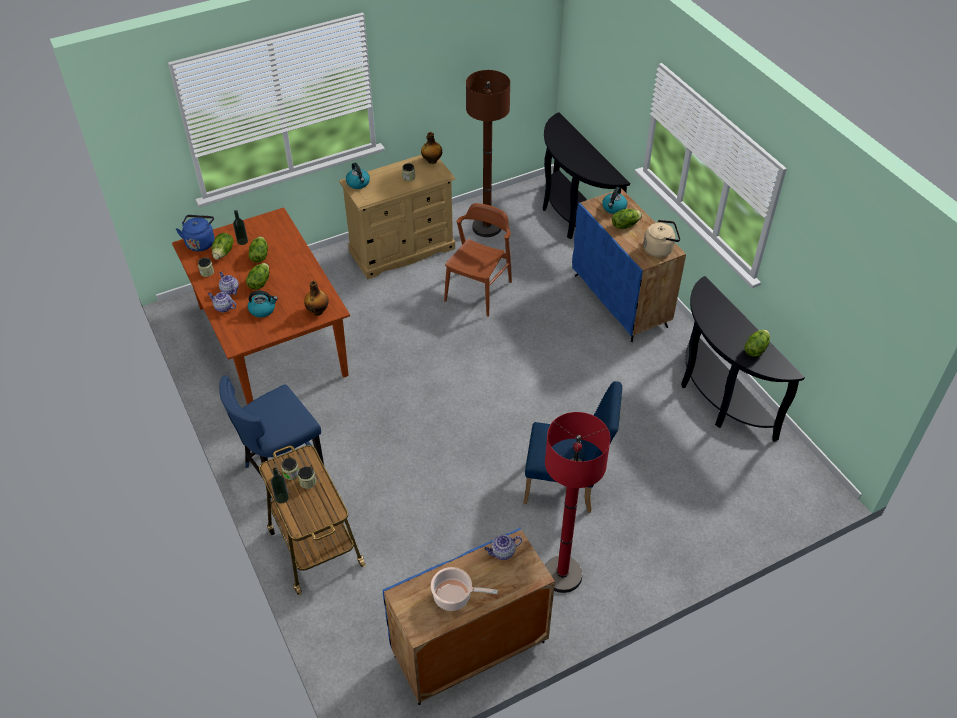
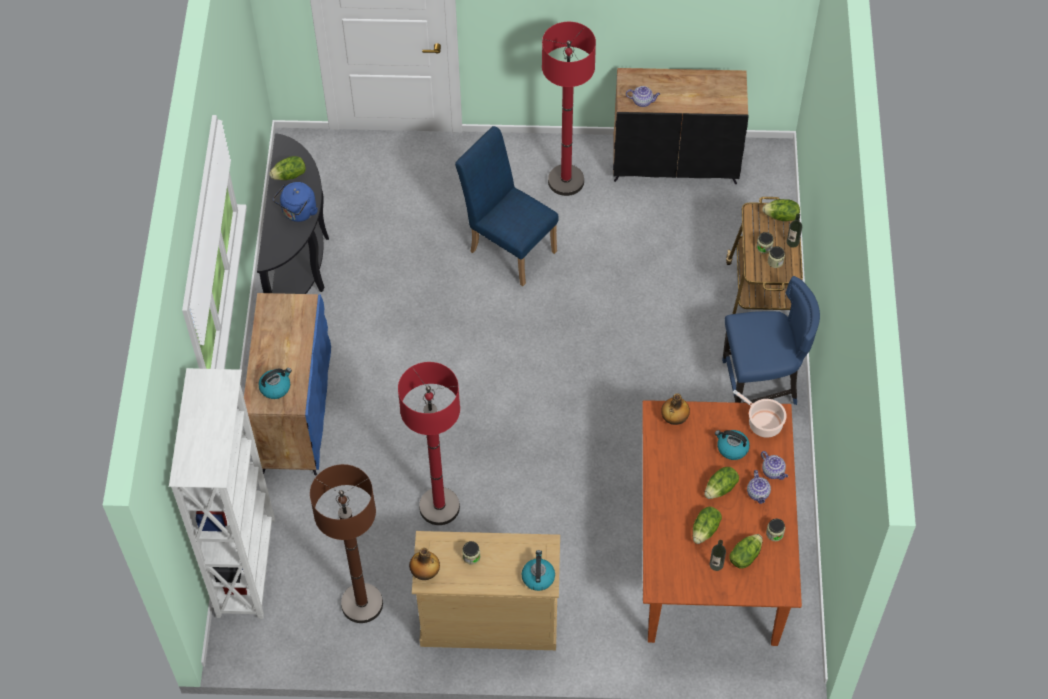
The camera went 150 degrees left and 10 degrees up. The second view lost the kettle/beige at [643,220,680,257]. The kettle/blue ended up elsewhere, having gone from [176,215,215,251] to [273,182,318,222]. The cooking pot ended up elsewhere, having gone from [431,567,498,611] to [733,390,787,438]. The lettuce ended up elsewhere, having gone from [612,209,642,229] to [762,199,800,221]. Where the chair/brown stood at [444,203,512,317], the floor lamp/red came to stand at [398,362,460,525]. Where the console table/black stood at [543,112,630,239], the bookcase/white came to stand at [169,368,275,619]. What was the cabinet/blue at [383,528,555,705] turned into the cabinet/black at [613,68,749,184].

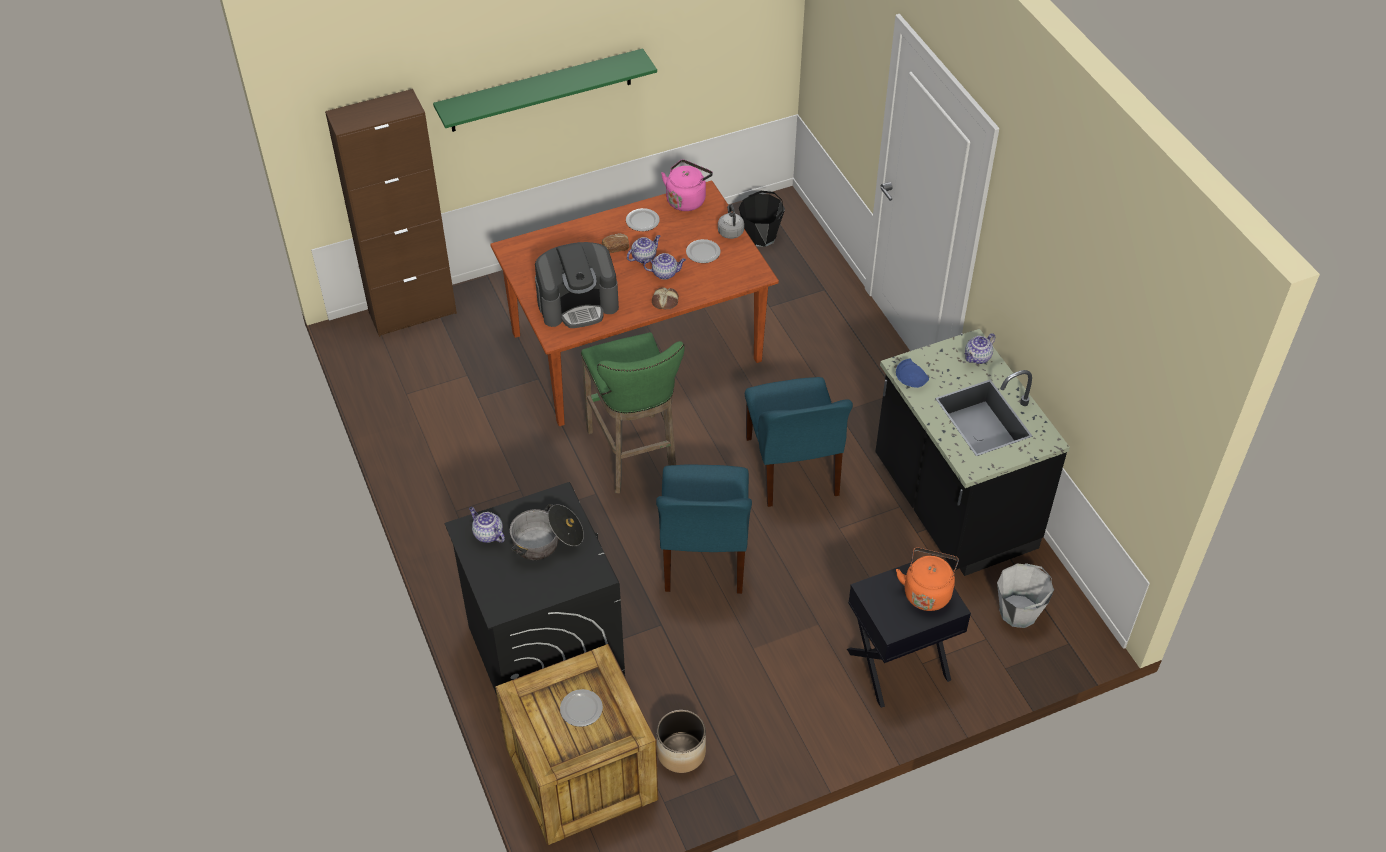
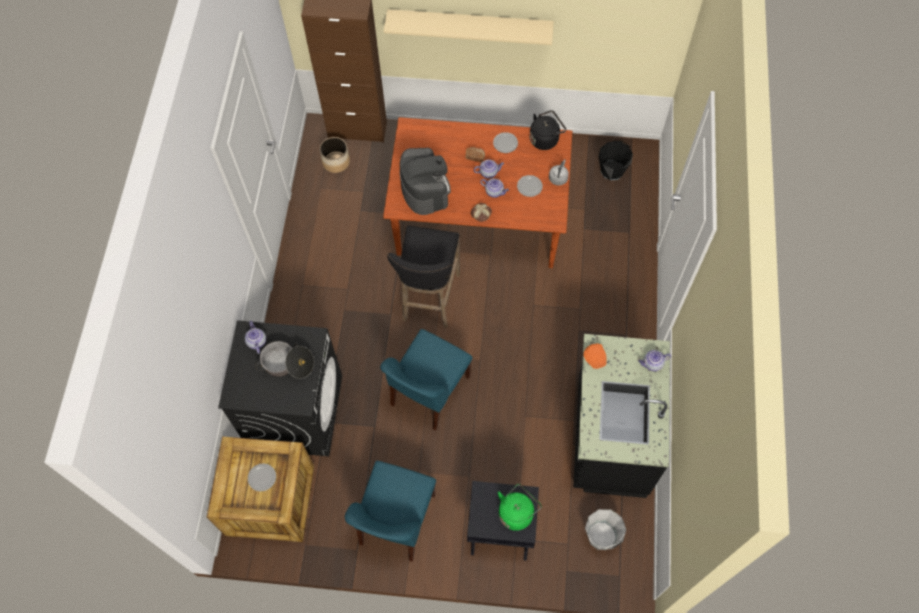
The camera went 30 degrees right and 15 degrees up. The planter ended up elsewhere, having gone from [657,710,706,773] to [319,137,350,173]. The chair/blue ended up elsewhere, having gone from [745,377,853,507] to [345,461,436,562]. What was the shelf/green at [433,48,657,132] turned into the shelf/beige at [383,9,554,45]. What was the stool/green at [581,332,685,494] turned into the stool/black at [387,225,460,328]. What was the kettle/pink at [661,160,713,211] turned into the kettle/black at [530,110,566,150]. What was the plate/blue at [896,359,929,388] turned into the plate/orange at [583,344,607,369]. What was the kettle/orange at [896,547,959,611] turned into the kettle/green at [498,484,542,531]. The coffee machine at [535,242,619,328] ended up facing another way, 120 degrees counterclockwise from before.

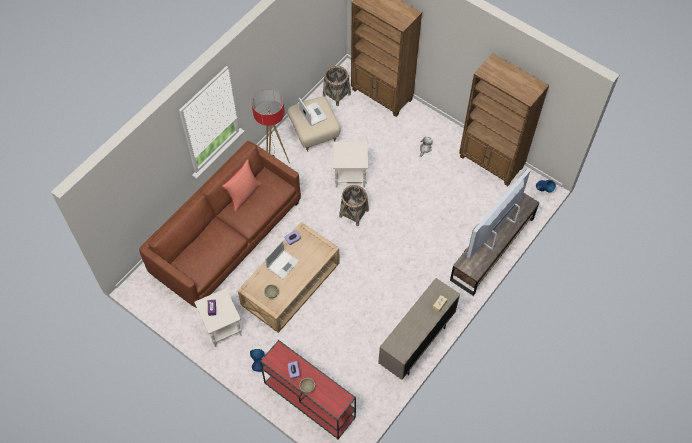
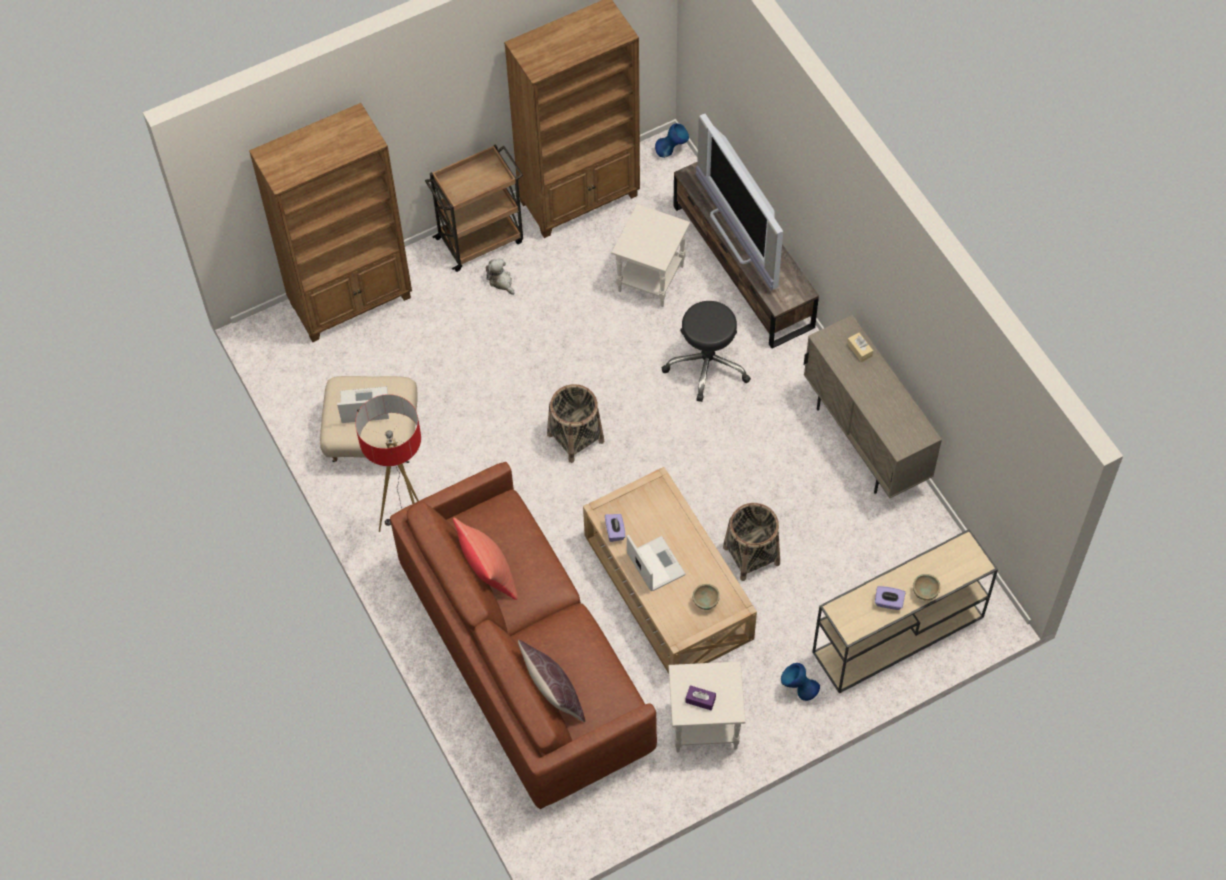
The camera went 65 degrees left and 0 degrees up. The second view gained the cart/brown at [425,144,523,272]. The second view gained the pillow/brown at [518,640,585,722]. The second view gained the stool/black at [662,301,751,402]. The basket ended up elsewhere, having gone from [323,66,351,106] to [723,503,780,581]. The side table/white ended up elsewhere, having gone from [333,142,368,187] to [611,204,690,307]. What was the console table/red at [260,340,356,439] turned into the console table/beige at [812,529,998,693].

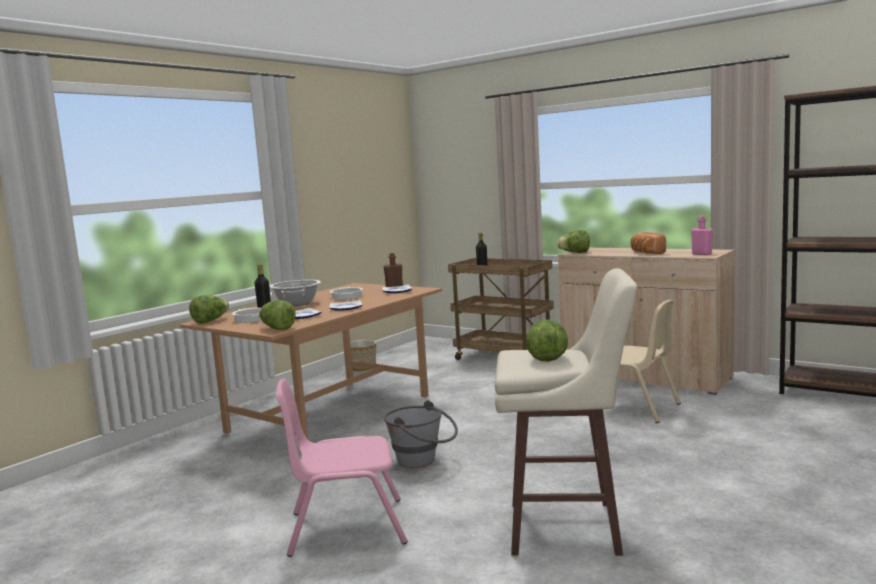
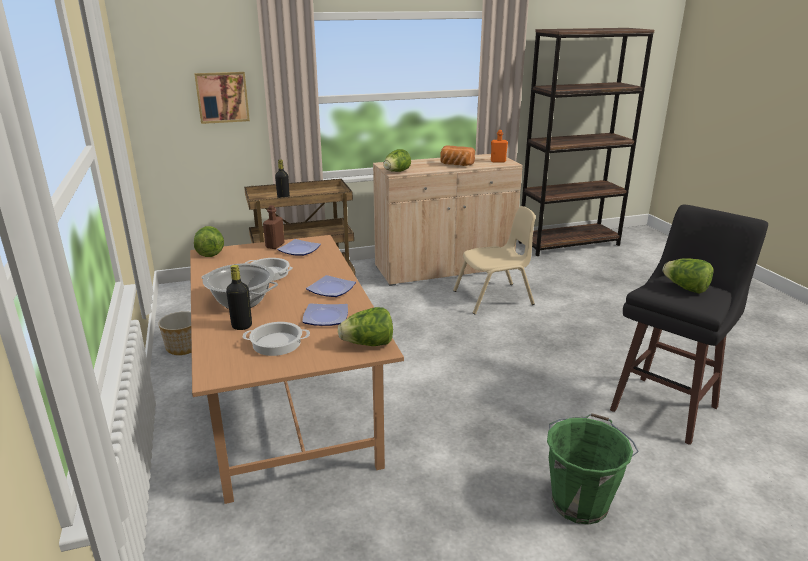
The camera went 55 degrees left and 15 degrees up. The second view lost the bucket/grey at [384,400,458,468]. The second view gained the picture at [194,72,250,124]. The lettuce ended up elsewhere, having gone from [189,295,229,324] to [194,226,224,257]. Where the chair/pink stood at [276,379,408,557], the bucket/green came to stand at [547,413,639,525]. What was the stool/beige at [495,268,637,556] turned into the stool/black at [610,205,768,445]. What was the bottle/pink at [691,216,713,255] turned into the bottle/orange at [491,130,508,162].

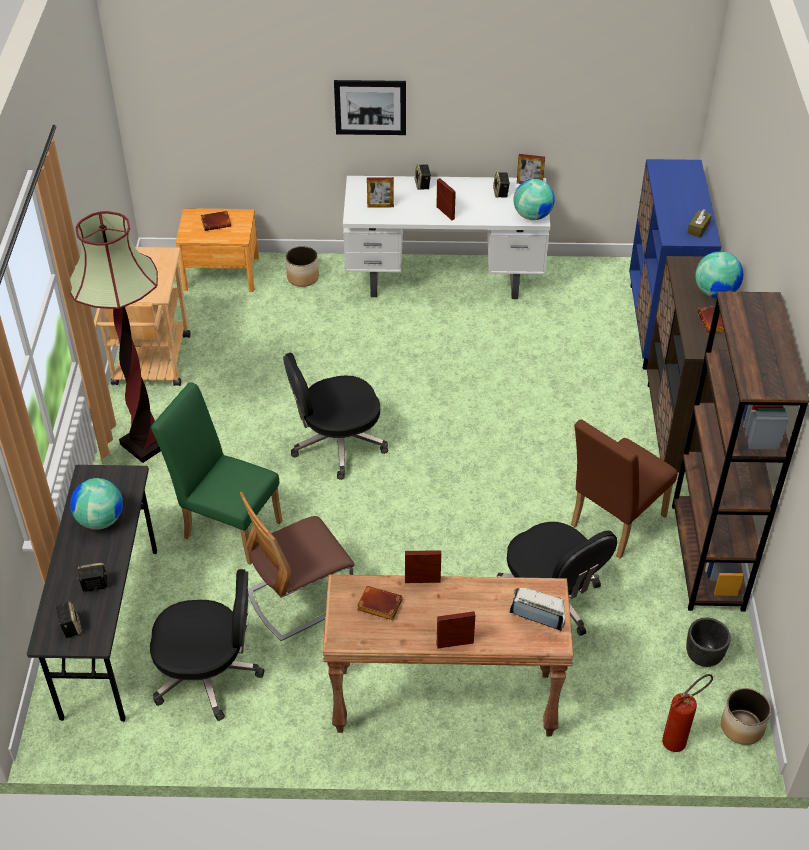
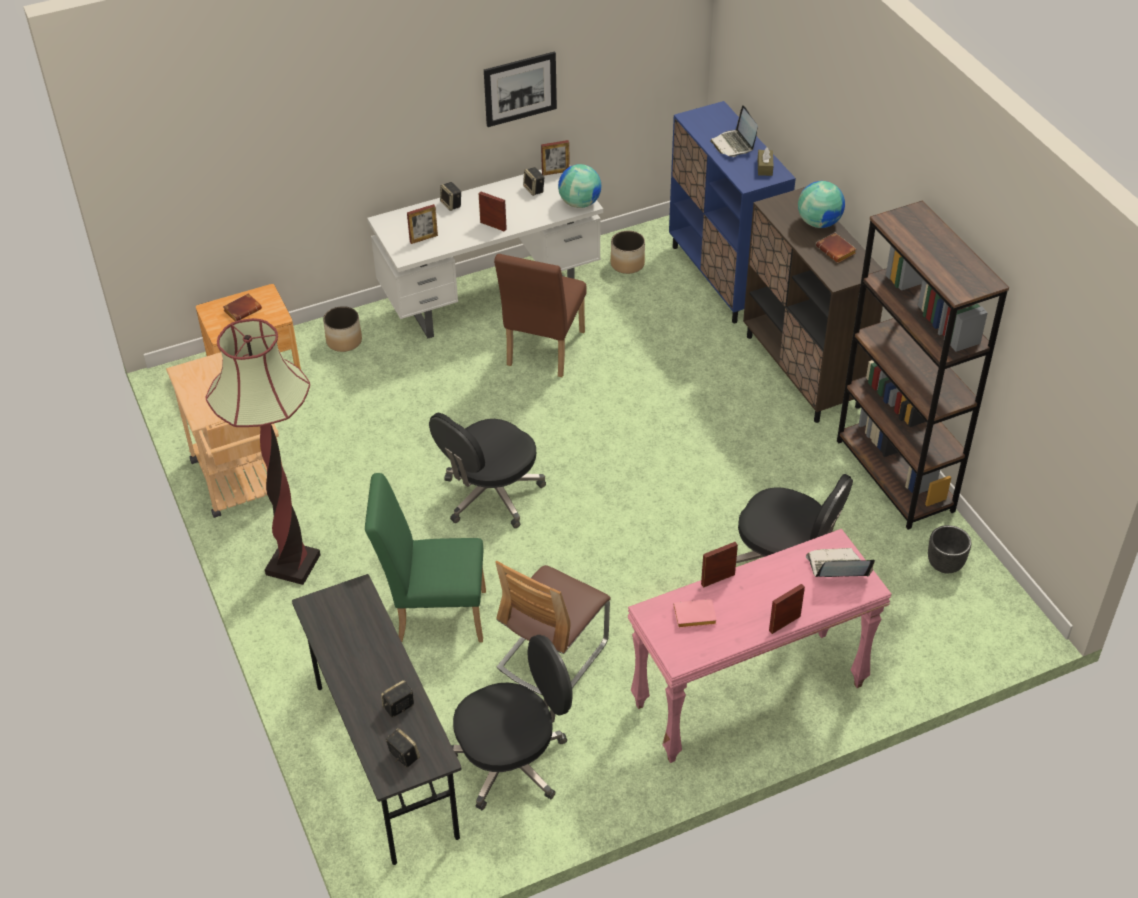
The camera went 25 degrees left and 0 degrees up. The second view lost the globe at [70,478,123,530]. The second view lost the fire extinguisher at [662,674,713,752]. The second view gained the laptop at [710,105,758,157]. The picture ended up elsewhere, having gone from [334,80,406,135] to [484,51,557,127]. The chair/brown ended up elsewhere, having gone from [571,419,677,558] to [494,254,587,377]. The planter ended up elsewhere, having gone from [721,688,771,745] to [611,231,645,274]. What was the console table/brown at [323,575,574,736] turned into the console table/pink at [628,529,892,763]. What was the book/brown at [357,586,402,620] turned into the book/pink at [674,599,717,628].

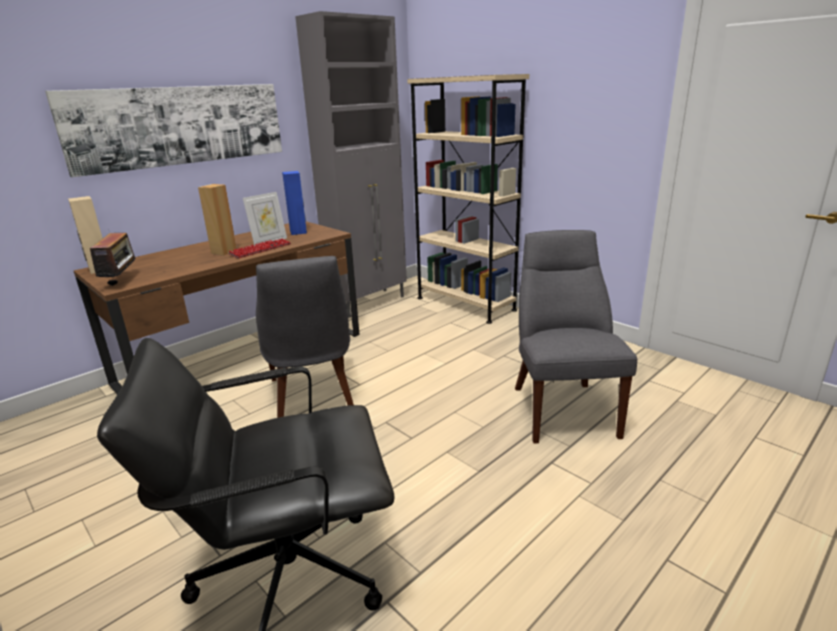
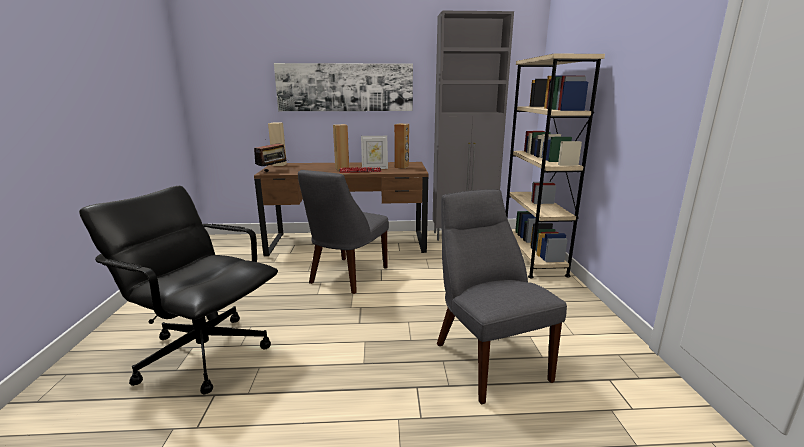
The camera went 40 degrees right and 5 degrees down. What was the speaker/blue at [282,171,307,235] turned into the speaker/brown at [394,124,409,169]. The chair/grey at [515,230,637,444] ended up facing another way, 60 degrees counterclockwise from before.

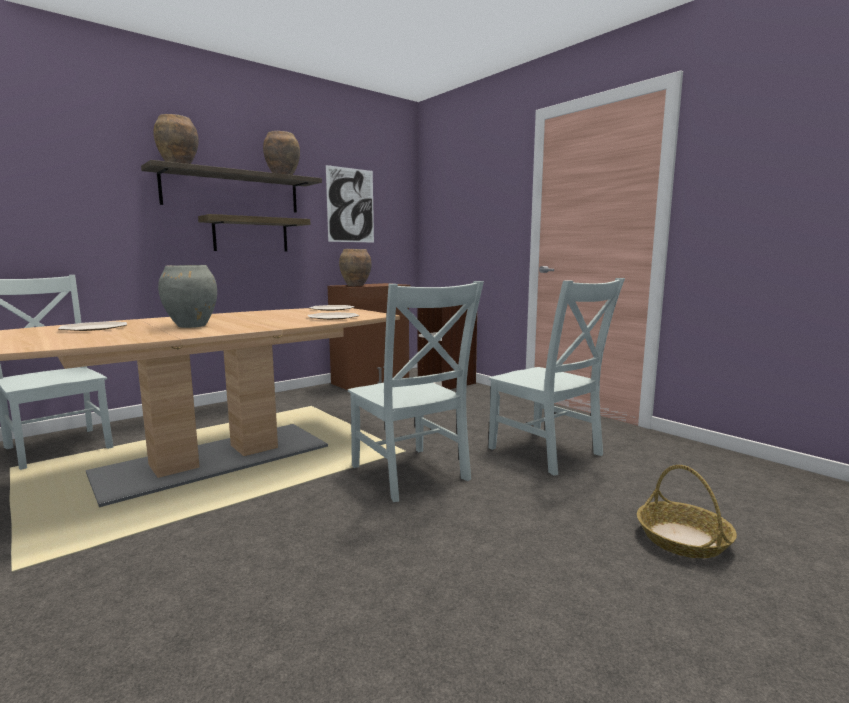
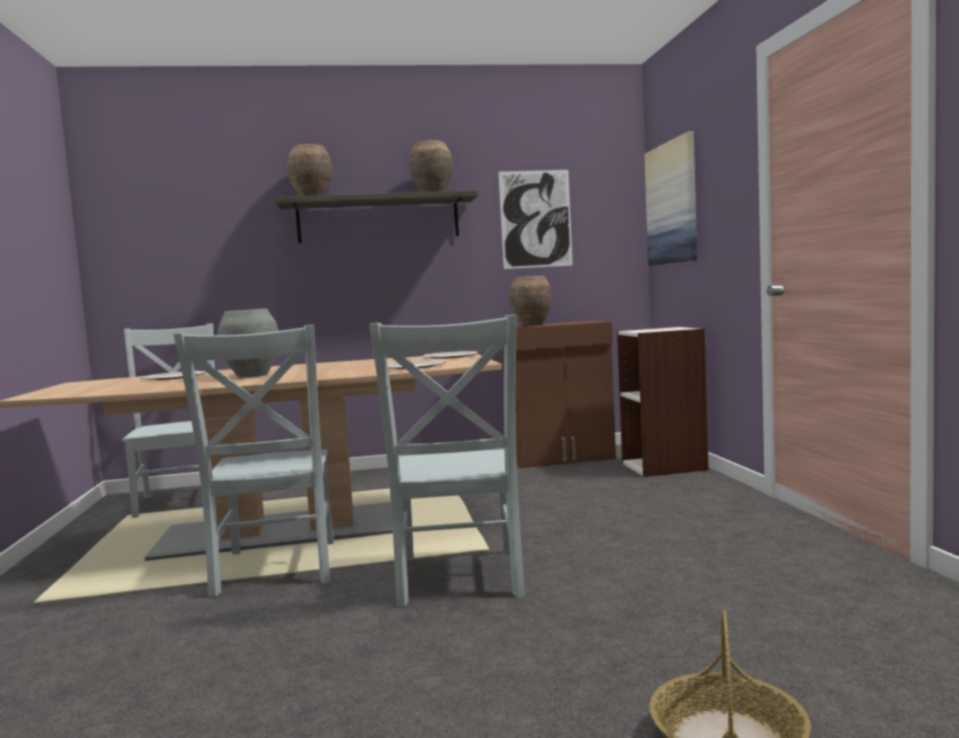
The camera went 30 degrees right and 5 degrees down. The second view lost the shelf at [198,214,310,251]. The second view gained the picture at [644,132,697,266]. The chair/grey ended up elsewhere, having gone from [489,278,625,475] to [173,325,334,597].

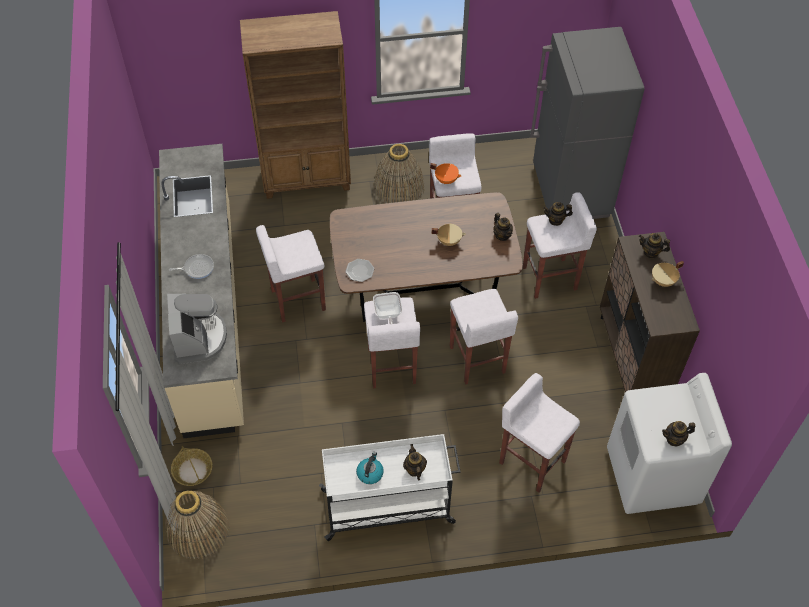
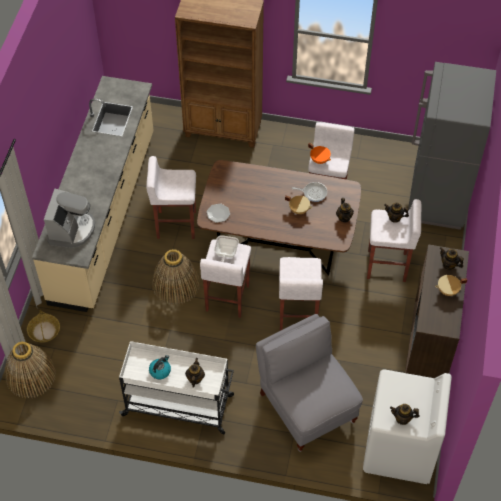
The camera went 20 degrees right and 0 degrees up. The frying pan ended up elsewhere, having gone from [169,254,214,279] to [292,182,327,202]. The basket ended up elsewhere, having gone from [373,144,424,204] to [152,249,200,305]. Where the stool/white stood at [499,373,580,493], the chair/grey came to stand at [256,314,363,452].

